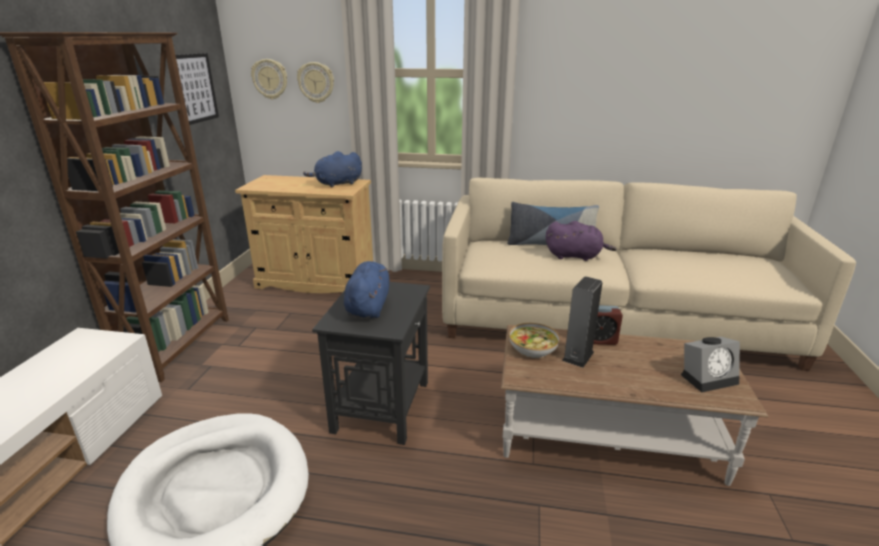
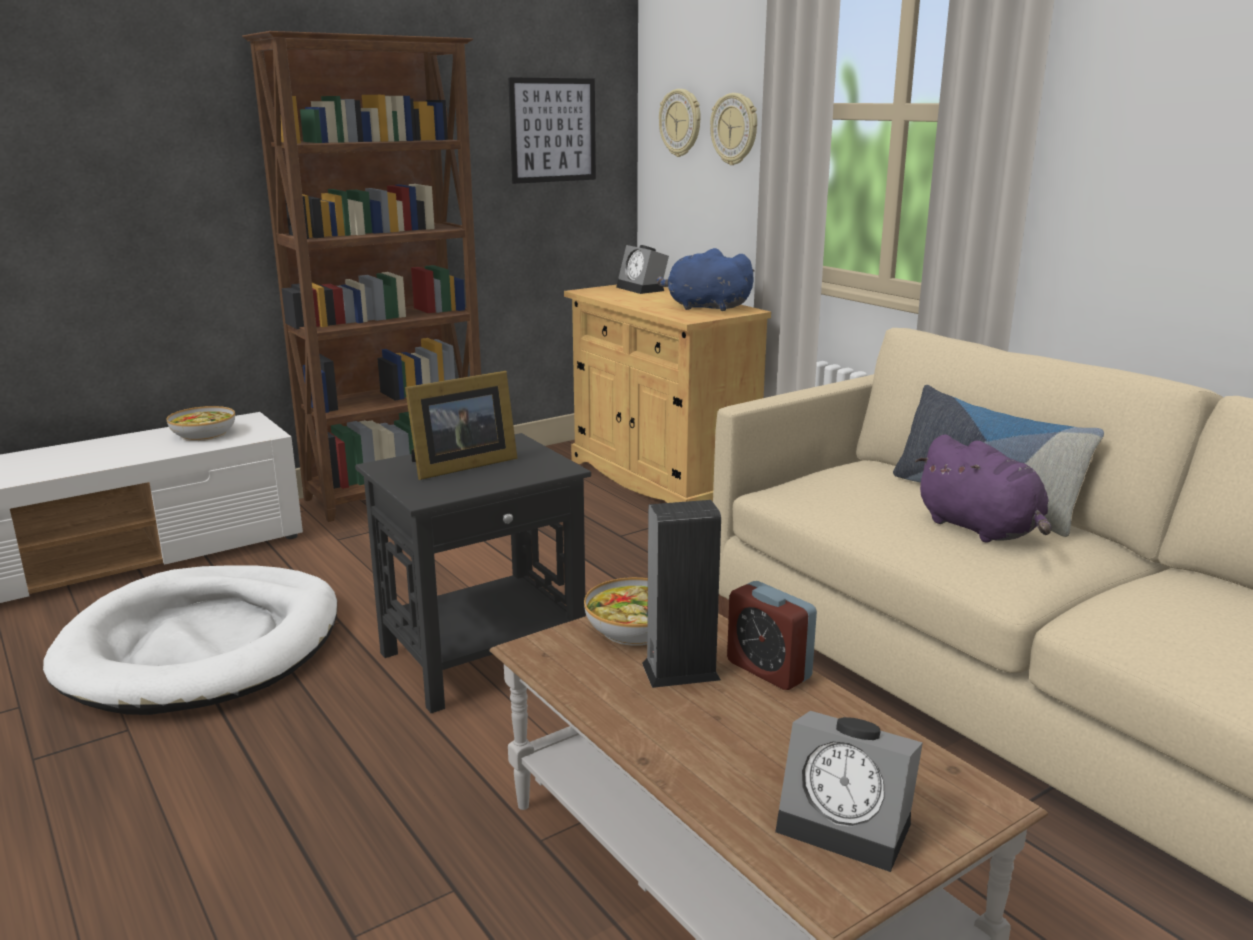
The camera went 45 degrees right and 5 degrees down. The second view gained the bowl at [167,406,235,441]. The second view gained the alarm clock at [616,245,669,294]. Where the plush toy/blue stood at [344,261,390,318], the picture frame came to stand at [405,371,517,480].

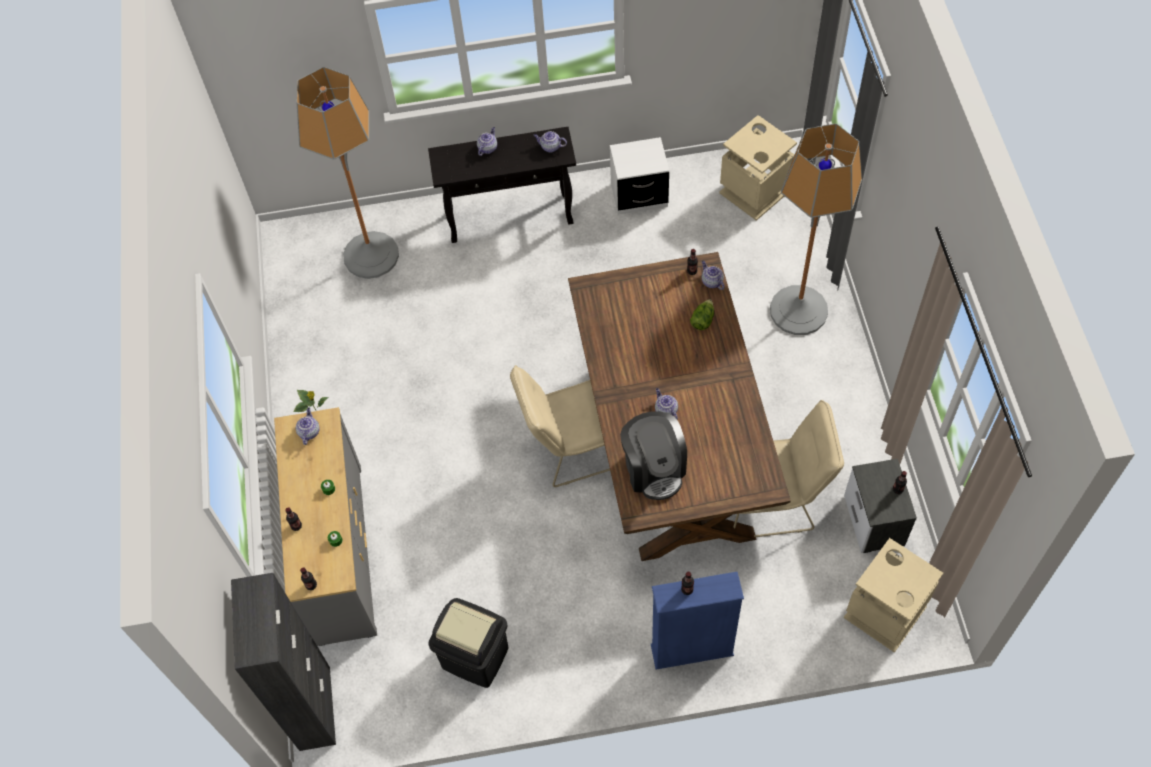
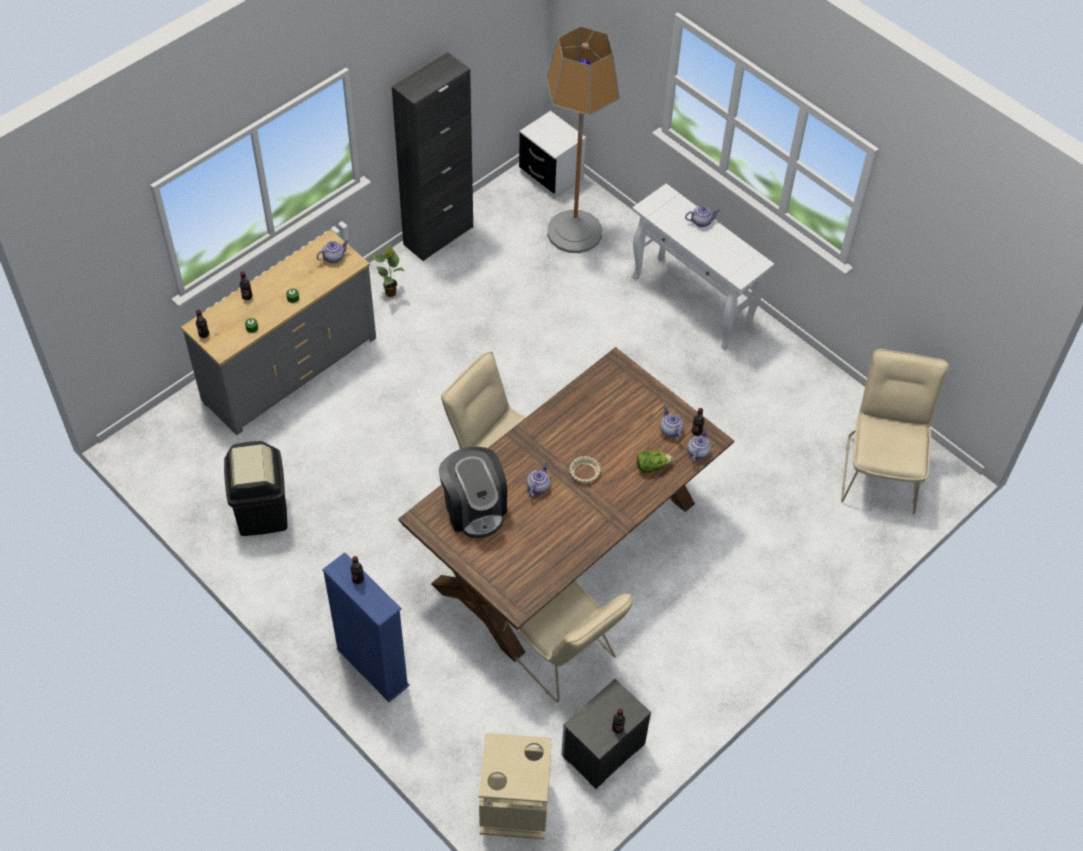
The camera went 50 degrees right and 5 degrees down. The second view lost the floor lamp at [770,123,862,335]. The second view gained the bowl/beige at [569,456,601,483]. The cabinet/black ended up elsewhere, having gone from [231,573,336,751] to [392,52,473,261]. The teapot ended up elsewhere, having gone from [533,131,567,152] to [660,407,684,441]. The nightstand/white ended up elsewhere, having gone from [610,137,669,215] to [519,111,586,199]. Where the trash can/beige stood at [719,115,797,221], the chair/beige came to stand at [841,349,949,514]. What was the console table/black at [428,127,576,243] turned into the console table/white at [632,183,774,350]. The coffee machine at [620,412,687,500] ended up facing another way, 60 degrees counterclockwise from before.

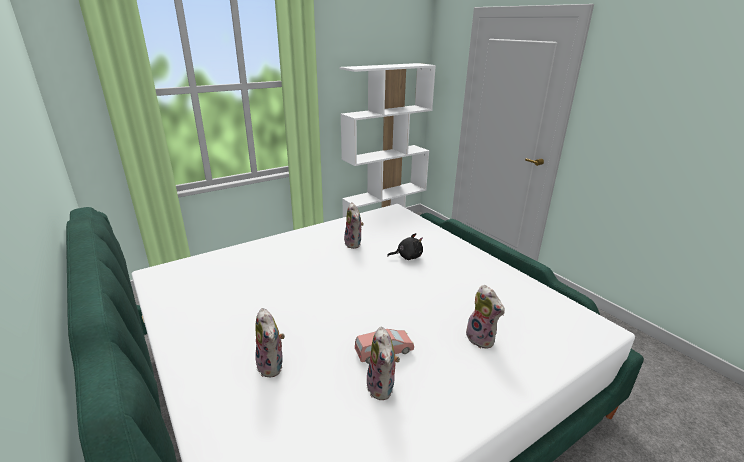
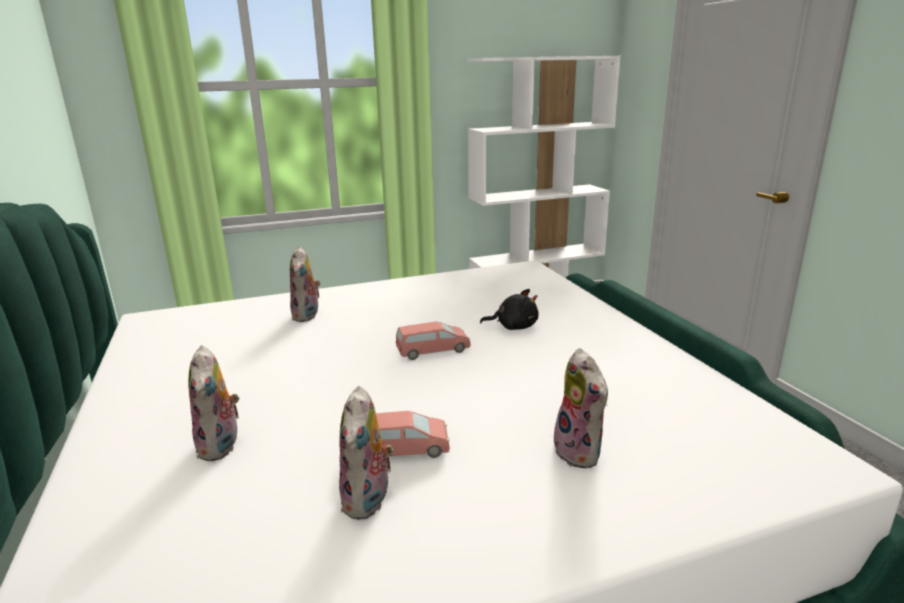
The camera went 15 degrees right and 5 degrees down. The second view gained the toy car/pink at [396,321,471,360]. The plush toy ended up elsewhere, having gone from [344,202,364,249] to [290,246,321,322].

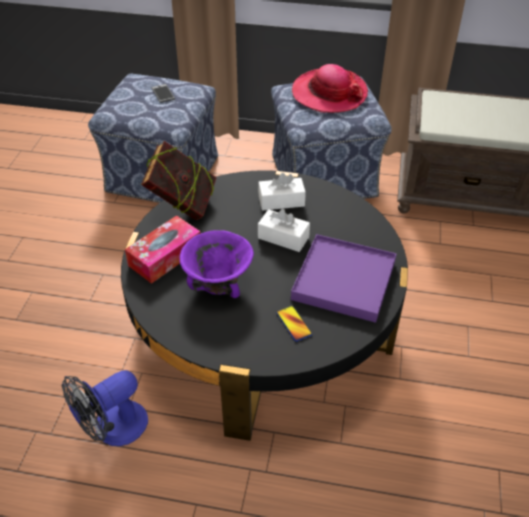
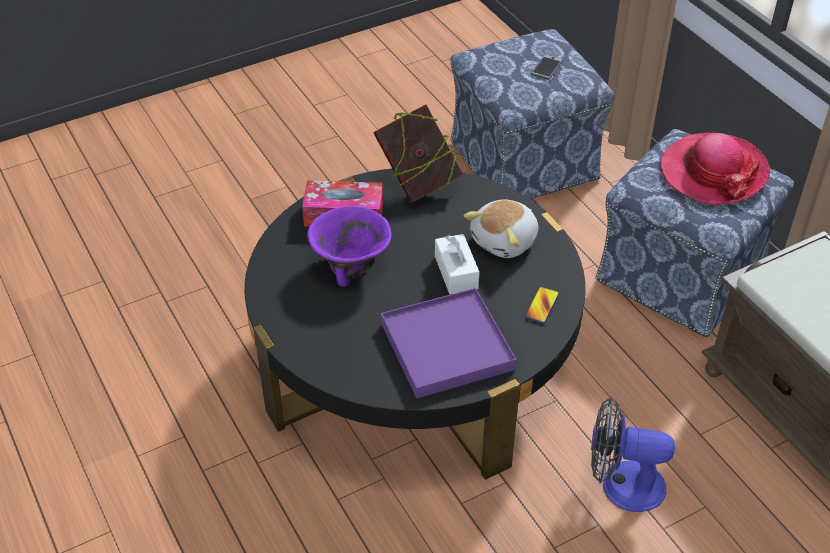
The camera went 50 degrees right and 0 degrees up. The fan ended up elsewhere, having gone from [62,370,148,446] to [591,397,675,512]. The phone ended up elsewhere, having gone from [277,306,312,341] to [524,286,559,324]. Where the tissue box/white stood at [258,173,306,211], the plush toy came to stand at [464,200,538,258].

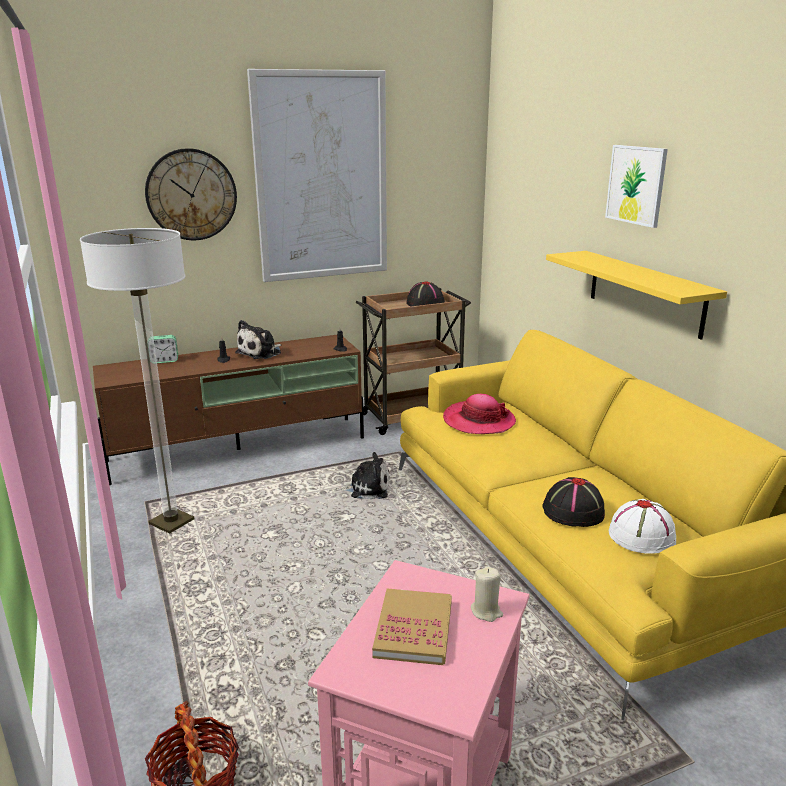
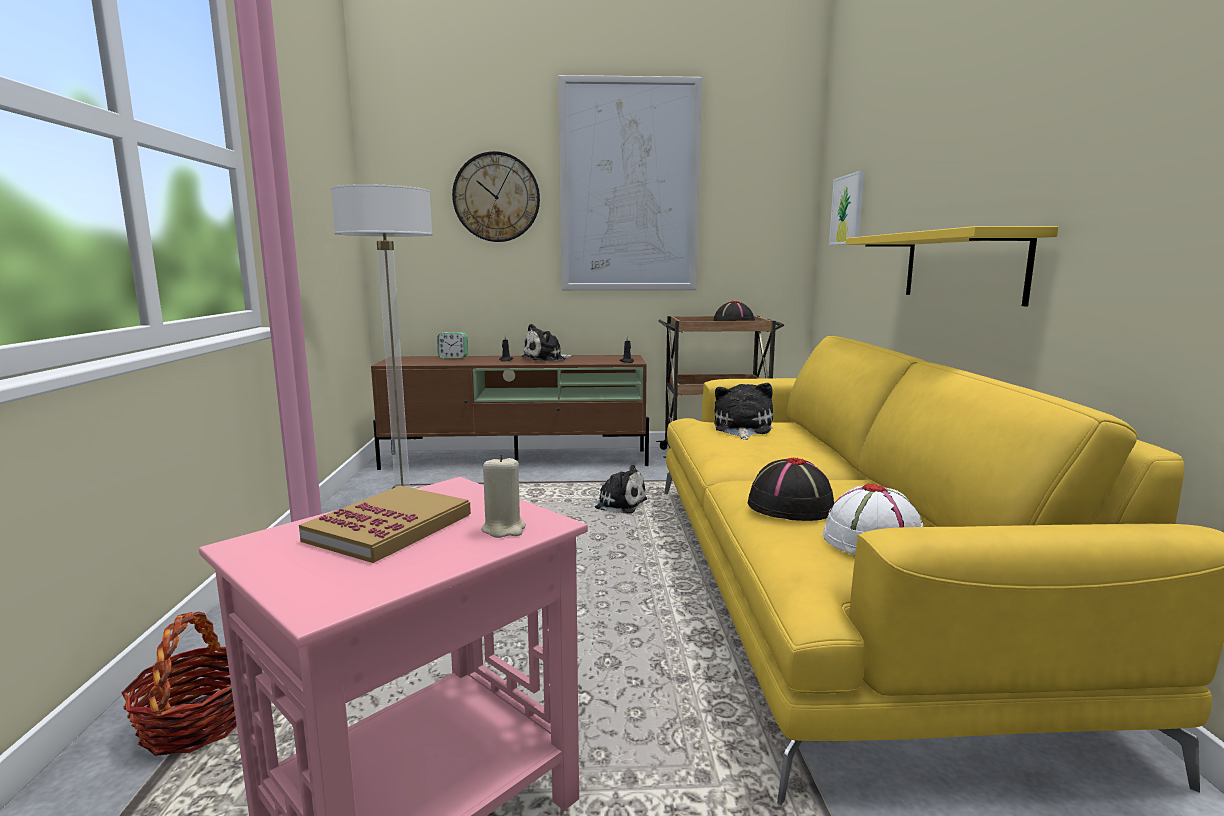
The camera went 20 degrees right and 10 degrees down. The picture ended up elsewhere, having gone from [605,145,668,228] to [829,171,864,245]. Where the hat stood at [443,394,516,434], the plush toy came to stand at [714,383,773,440].

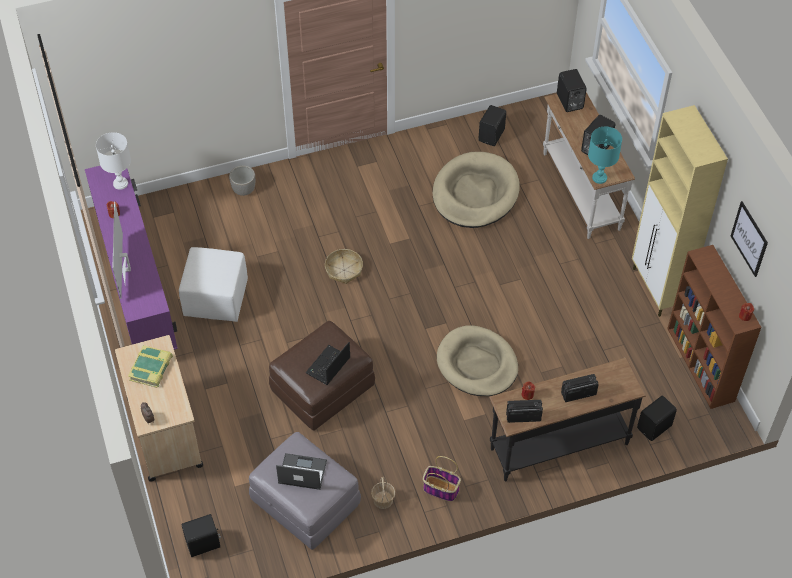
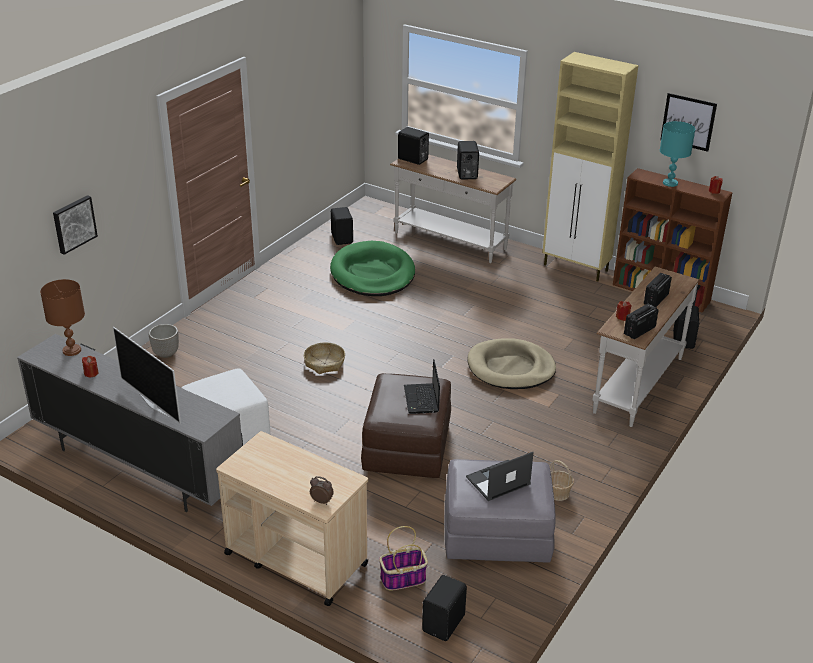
The camera went 40 degrees left and 20 degrees down. The second view lost the book at [128,345,173,388]. The second view gained the picture at [53,195,98,255]. The basket ended up elsewhere, having gone from [423,456,461,502] to [379,526,428,591]. The table lamp/turquoise ended up elsewhere, having gone from [588,127,622,184] to [660,121,695,187]. What was the tv stand/purple at [85,166,178,350] turned into the tv stand/grey at [17,334,243,512]. What was the table lamp/white at [96,132,131,190] turned into the table lamp/brown at [40,279,85,356]. What was the dog bed/beige at [433,152,520,228] turned into the dog bed/green at [330,241,415,296]. What was the console table/black at [489,357,646,481] turned into the console table/white at [593,267,700,427].

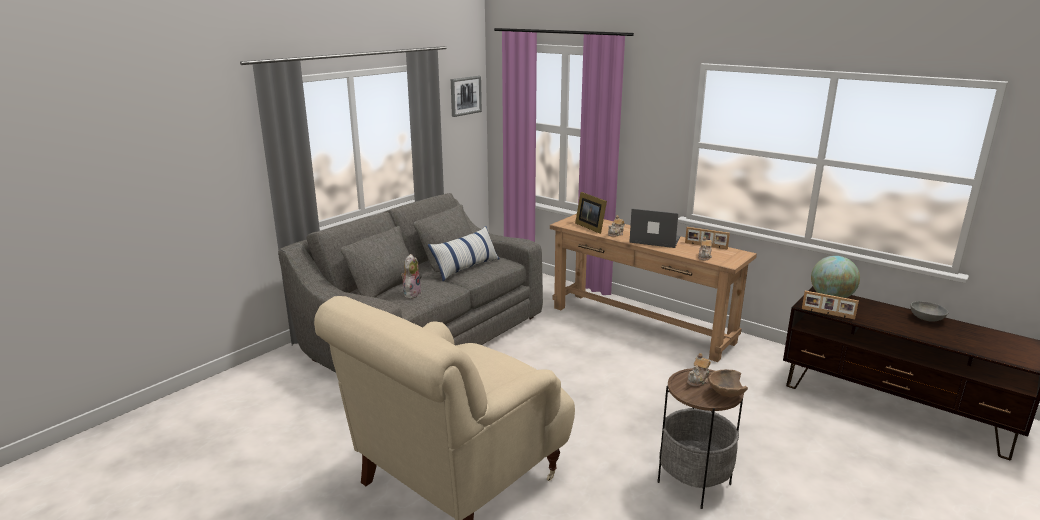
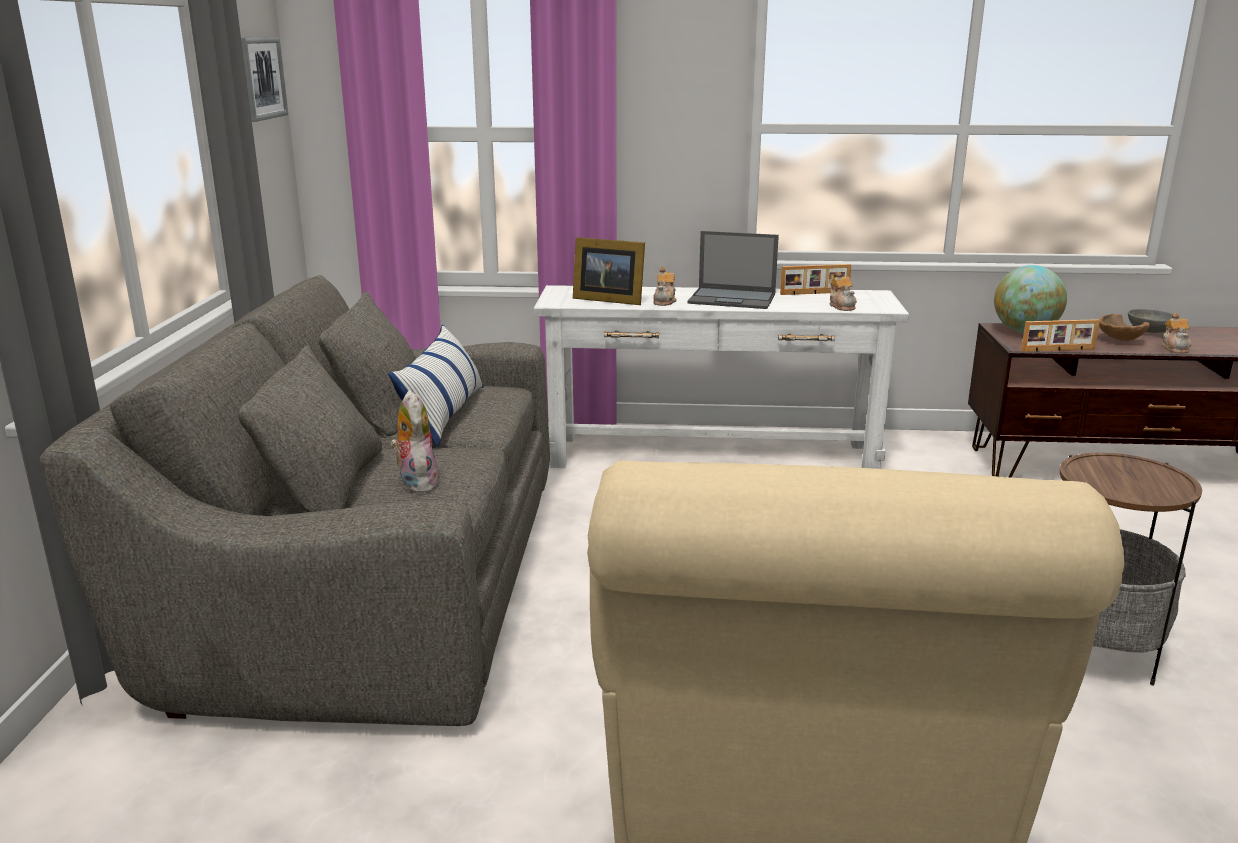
The camera went 35 degrees left and 0 degrees up. The teapot ended up elsewhere, having gone from [687,353,711,387] to [1162,313,1191,353]. The bowl/brown ended up elsewhere, having gone from [708,369,748,397] to [1099,314,1150,341]. What was the console table/brown at [550,214,757,362] turned into the console table/white at [533,285,909,469]. The laptop at [629,209,680,248] ended up facing another way, 150 degrees counterclockwise from before.

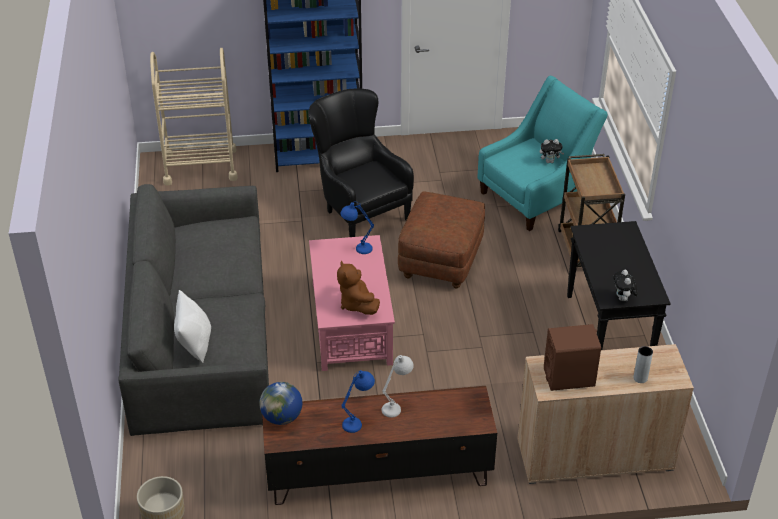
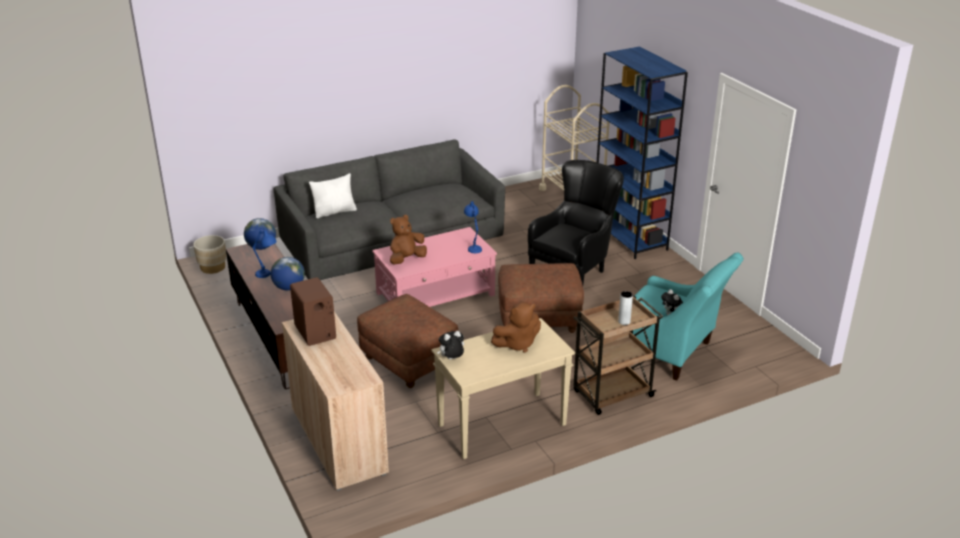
The camera went 70 degrees right and 10 degrees down. The second view gained the ottoman/brown at [357,294,458,388]. The second view gained the plush toy/brown at [491,302,541,353]. The vase/grey ended up elsewhere, having gone from [633,346,653,383] to [618,291,633,325]. Where the table lamp/white stood at [382,355,414,418], the globe came to stand at [271,257,305,291]. What was the console table/black at [567,221,671,350] turned into the console table/beige at [431,318,575,459].

